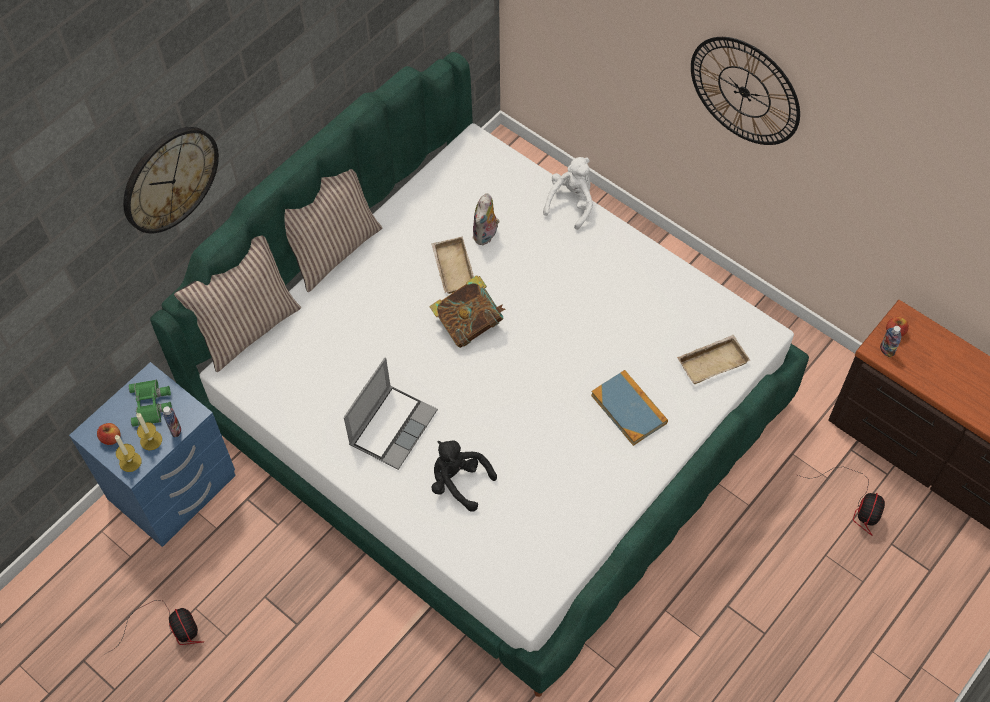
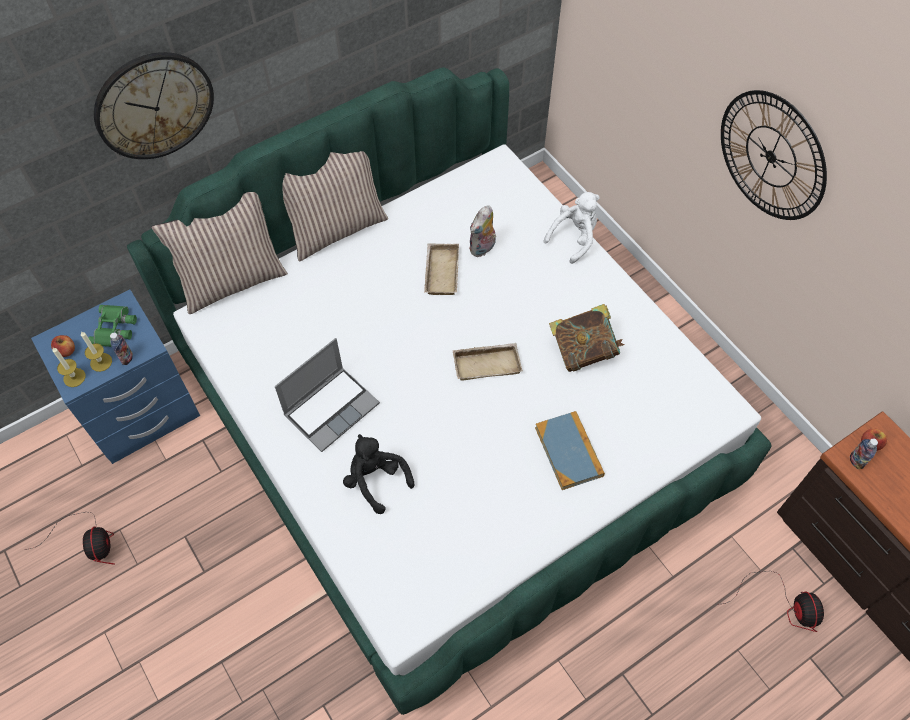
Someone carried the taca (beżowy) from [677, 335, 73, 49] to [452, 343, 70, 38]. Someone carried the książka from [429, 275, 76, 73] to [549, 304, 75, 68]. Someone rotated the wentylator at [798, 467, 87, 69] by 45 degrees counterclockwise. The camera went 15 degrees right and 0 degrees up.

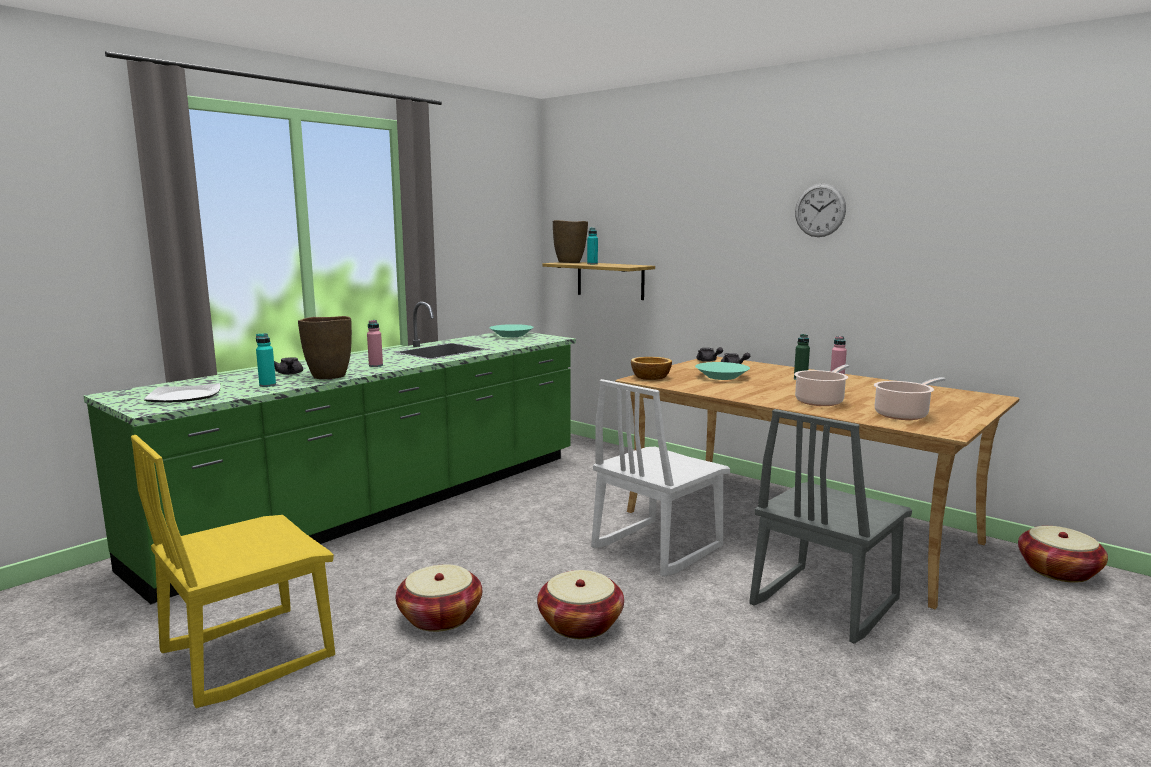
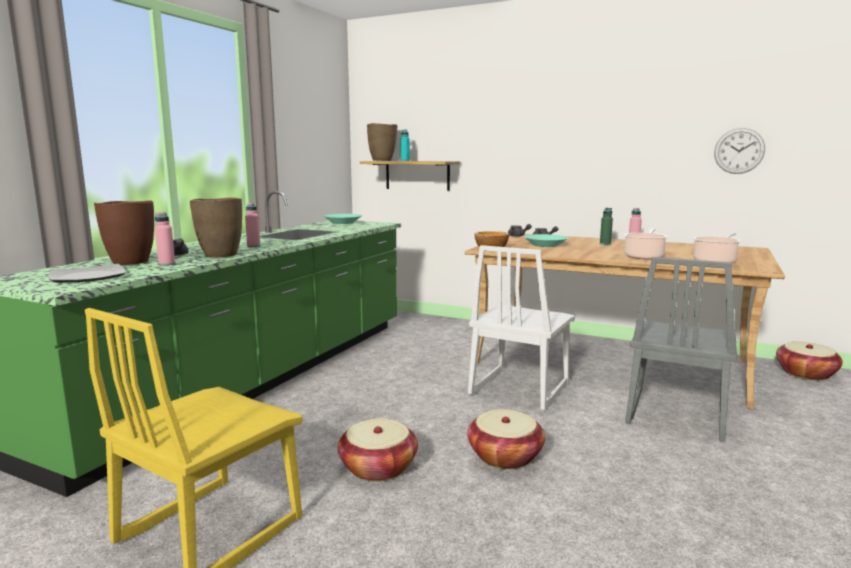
Someone put down the wazon (brązowy) at [94, 200, 60, 65]. Someone repainted the butelka (turkusowy) at [256, 333, 20, 54], which became the butelka (różowy) at [155, 212, 20, 54]. Someone carried the zegar ścienny from [795, 183, 51, 54] to [714, 128, 51, 46]. The camera went 15 degrees left and 0 degrees up.

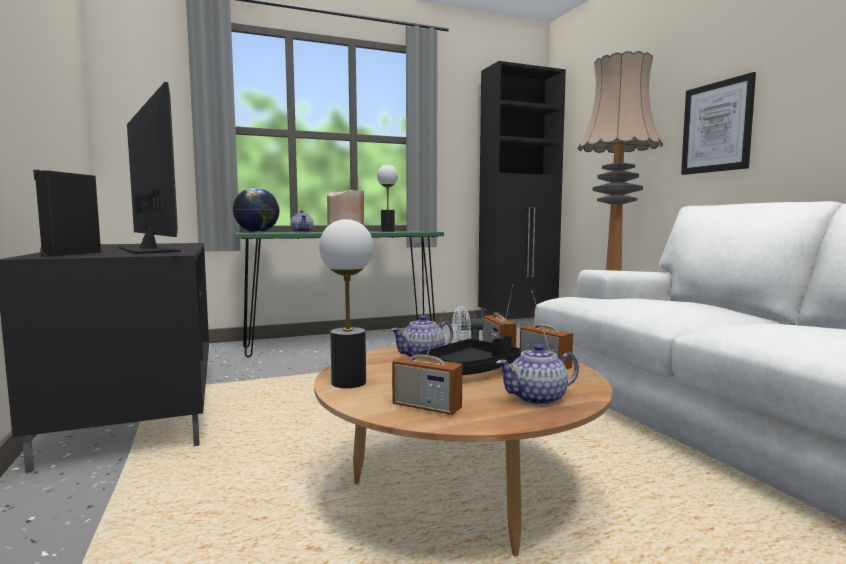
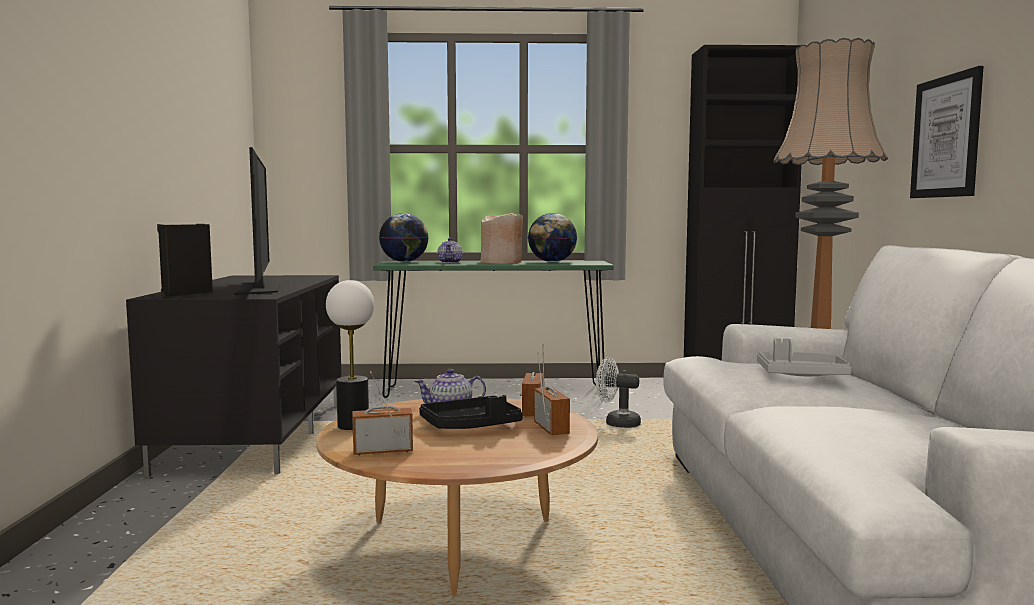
Someone rotated the radio at [392, 310, 70, 105] by 120 degrees clockwise. Someone swapped the lampa stołowa at [377, 165, 21, 67] for the globus at [528, 213, 49, 49]. Someone put down the taca (szary) at [757, 338, 95, 38]. Someone took away the imbryk at [496, 344, 83, 62]. The camera went 20 degrees right and 0 degrees up.

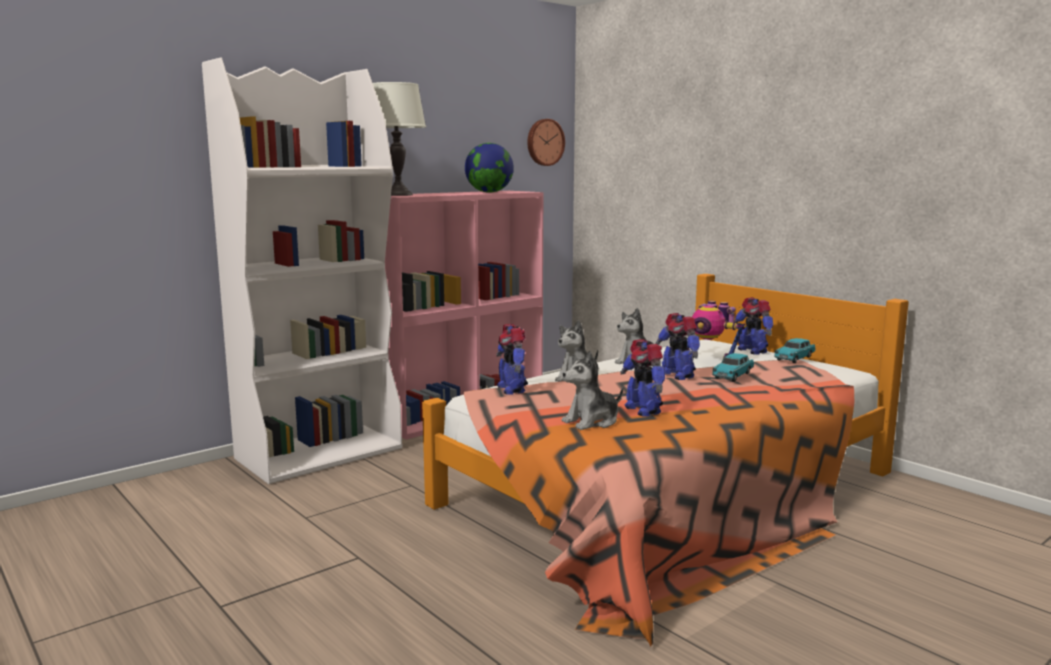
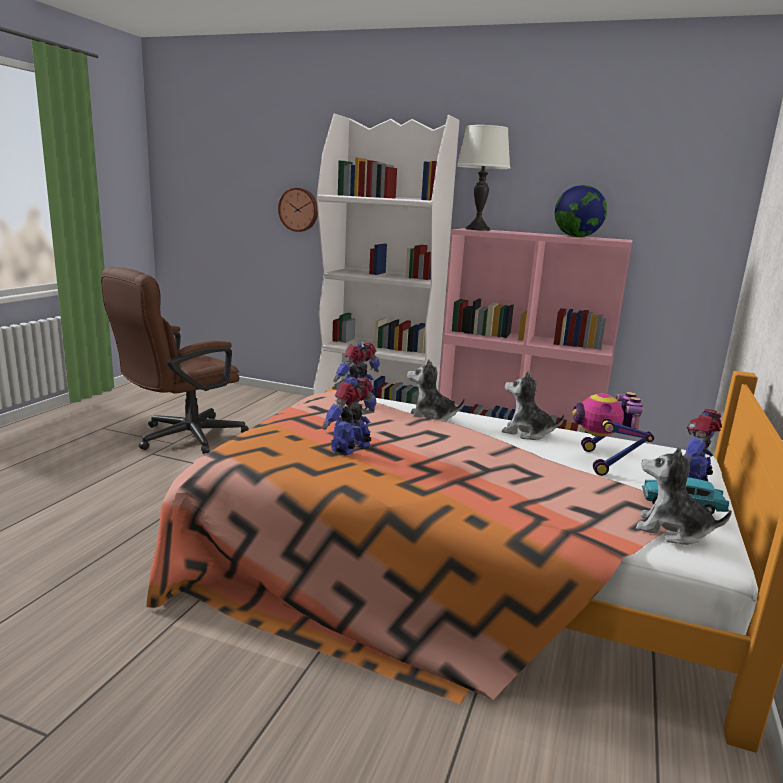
Someone put down the krzesło biurowe (brązowy) at [101, 267, 148, 187]. Someone carried the zegar ścienny from [527, 119, 38, 47] to [278, 188, 40, 44]. Someone carried the pluszak from [562, 351, 61, 79] to [636, 447, 96, 98]. Someone took away the robot zabawkowy at [656, 313, 44, 67]. Someone took away the samochodzik (turkusowy) at [712, 353, 42, 29]. The camera went 60 degrees right and 5 degrees up.

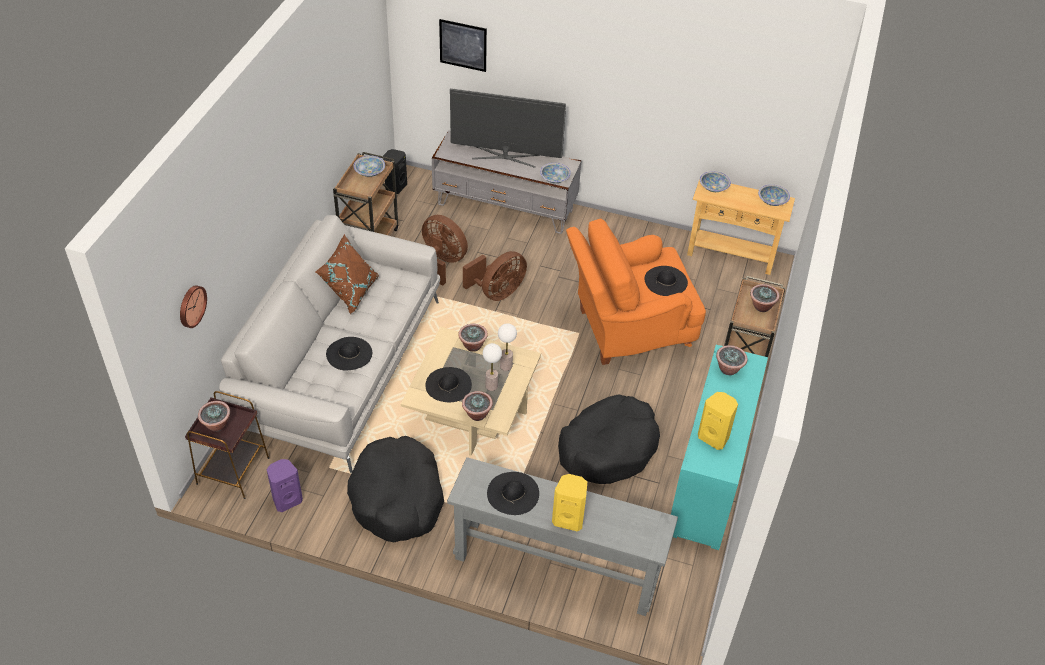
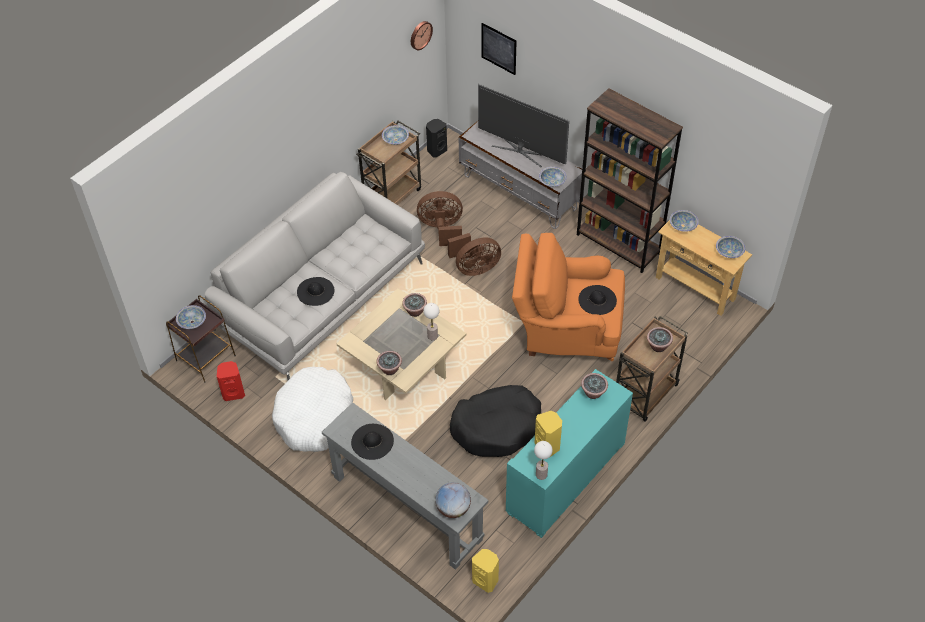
Someone swapped the roślina doniczkowa at [198, 401, 32, 31] for the miska at [176, 305, 30, 24]. Someone repainted the głośnik (fioletowy) at [266, 459, 37, 53], which became the głośnik (czerwony) at [217, 361, 28, 40]. Someone repainted the legowisko (czarny) at [347, 436, 97, 106], which became the legowisko (biały) at [272, 367, 81, 85]. Someone carried the zegar ścienny from [180, 285, 27, 43] to [411, 21, 22, 29]. Someone rotated the wentylator (brązowy) at [422, 215, 46, 70] by 60 degrees counterclockwise. Someone put down the globus at [435, 482, 36, 36]. Someone carried the głośnik (żółty) from [552, 474, 35, 58] to [472, 549, 27, 44]. Someone carried the lampa stołowa from [483, 343, 19, 48] to [534, 441, 18, 39]. Someone put down the regał (brązowy) at [577, 88, 106, 185]. Someone took away the poduszka (brązowy) at [316, 234, 63, 80]. Someone took away the kapelusz (czarny) at [426, 367, 46, 35]. The camera went 25 degrees right and 5 degrees up.

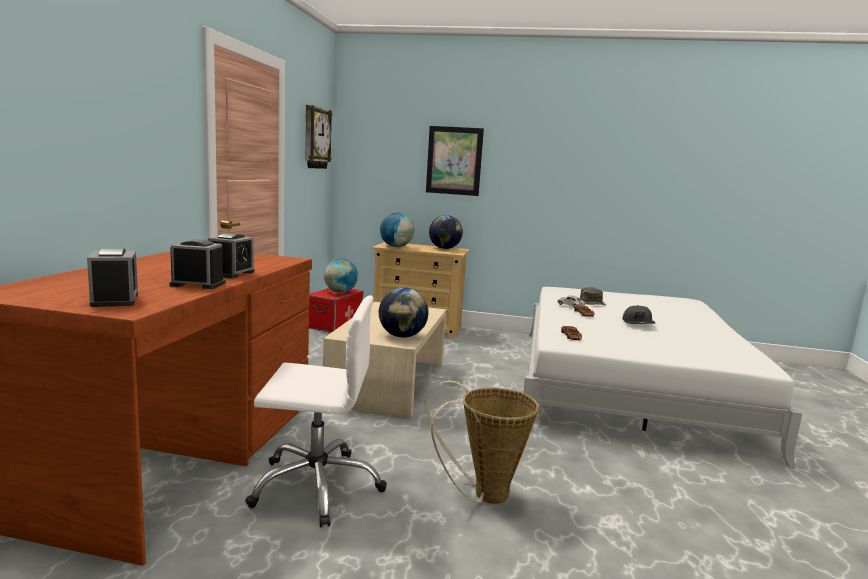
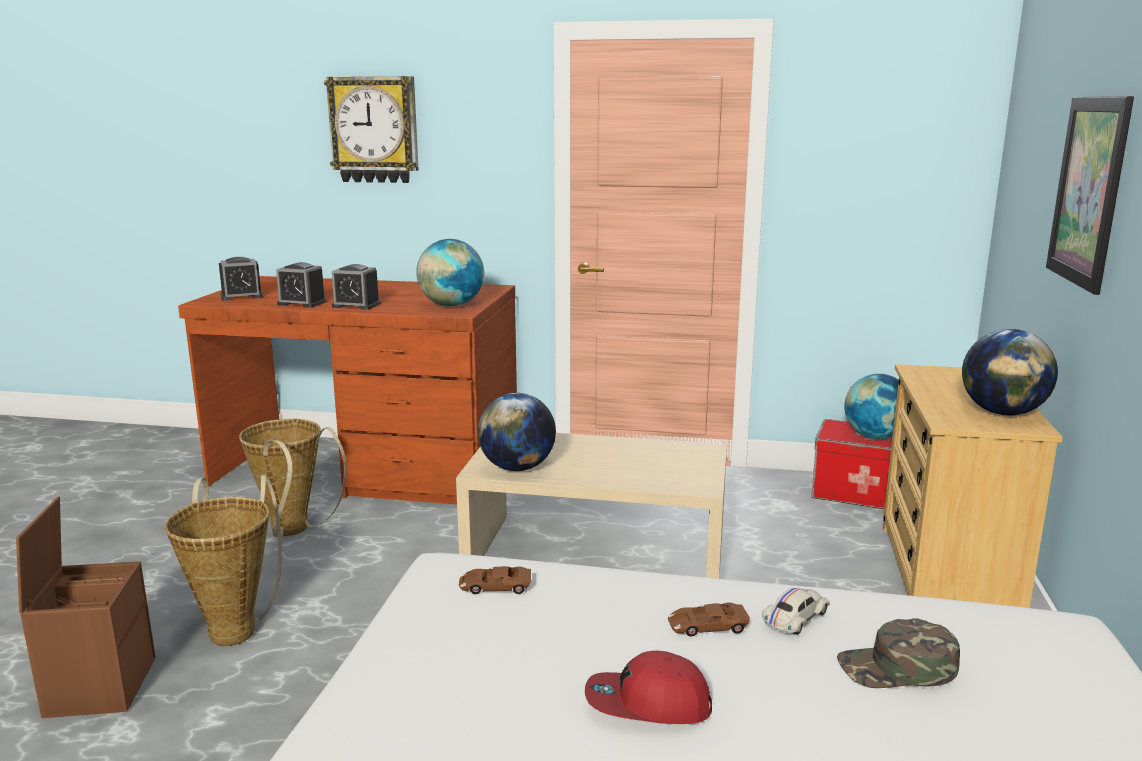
Someone put down the pojemnik do przechowywania (brązowy) at [16, 497, 140, 221]. Someone swapped the krzesło biurowe (biały) at [245, 296, 142, 231] for the koszyk at [239, 419, 108, 118]. Someone rotated the budzik at [169, 239, 57, 50] by 105 degrees clockwise. Someone carried the zegar ścienny from [305, 105, 28, 64] to [324, 76, 95, 107]. Someone carried the globus from [380, 213, 34, 34] to [416, 239, 68, 68]. Someone repainted the czapka z daszkiem (szary) at [622, 305, 33, 19], which became the czapka z daszkiem (czerwony) at [585, 651, 127, 73]. The camera went 90 degrees right and 5 degrees up.

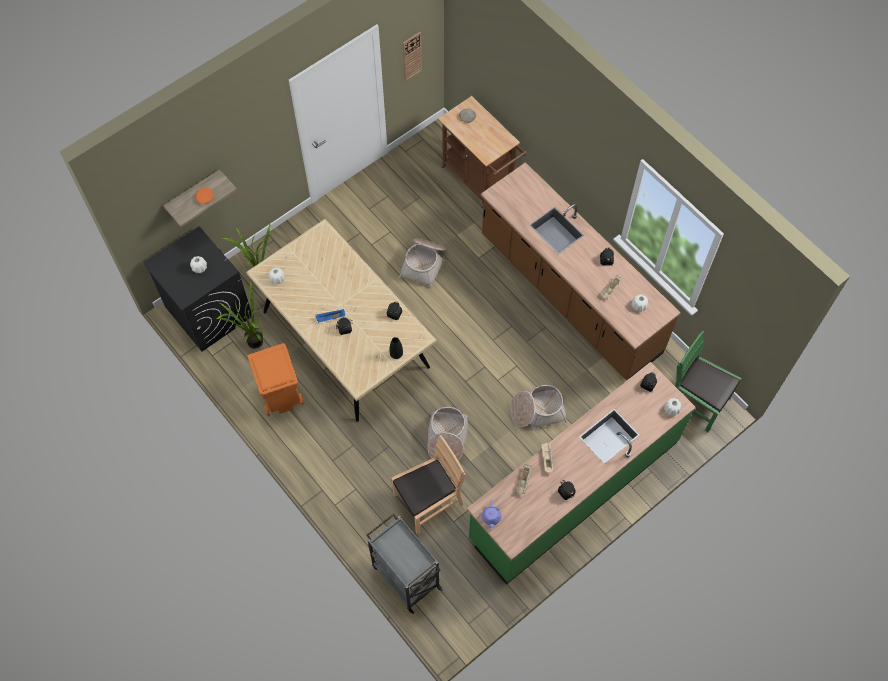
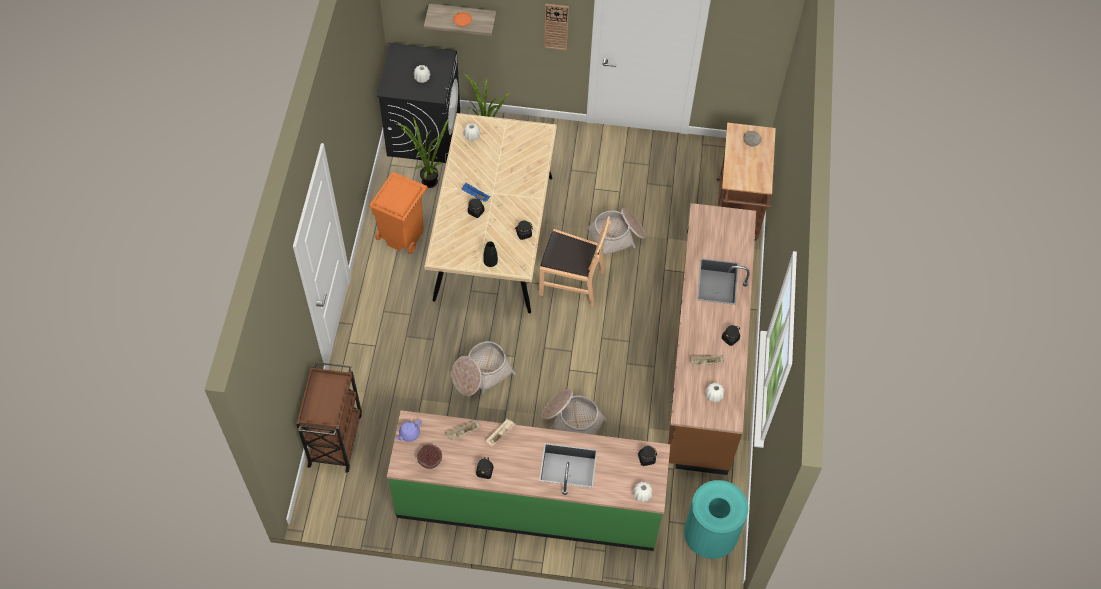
Someone repainted the wózek (szary) at [366, 514, 77, 100], which became the wózek (brązowy) at [296, 362, 66, 111]. Someone put down the miska at [417, 444, 25, 25]. Someone carried the krzesło (brązowy) from [391, 435, 75, 99] to [539, 216, 72, 91]. Someone carried the zegar ścienny from [403, 32, 19, 49] to [544, 4, 25, 46]. Someone swapped the krzesło (zielony) at [675, 331, 66, 101] for the kosz na śmieci (turkusowy) at [684, 480, 64, 79]. The camera went 45 degrees right and 5 degrees down.

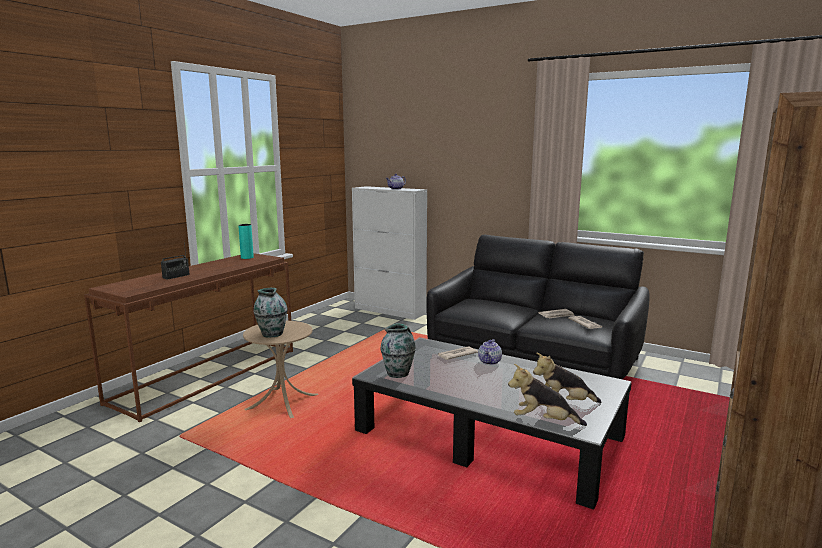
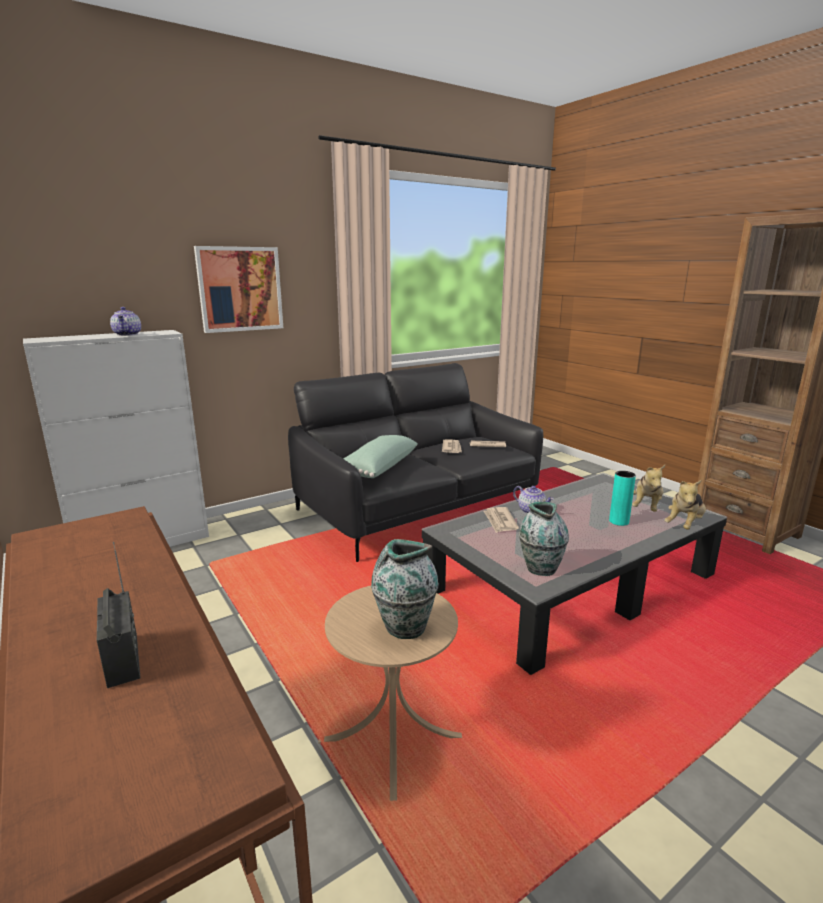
Someone put up the obraz at [194, 246, 89, 87]. Someone put down the poduszka (zielony) at [344, 435, 74, 43]. Someone carried the wazon (turkusowy) from [238, 224, 16, 35] to [609, 471, 27, 55]. The camera went 65 degrees left and 5 degrees up.

